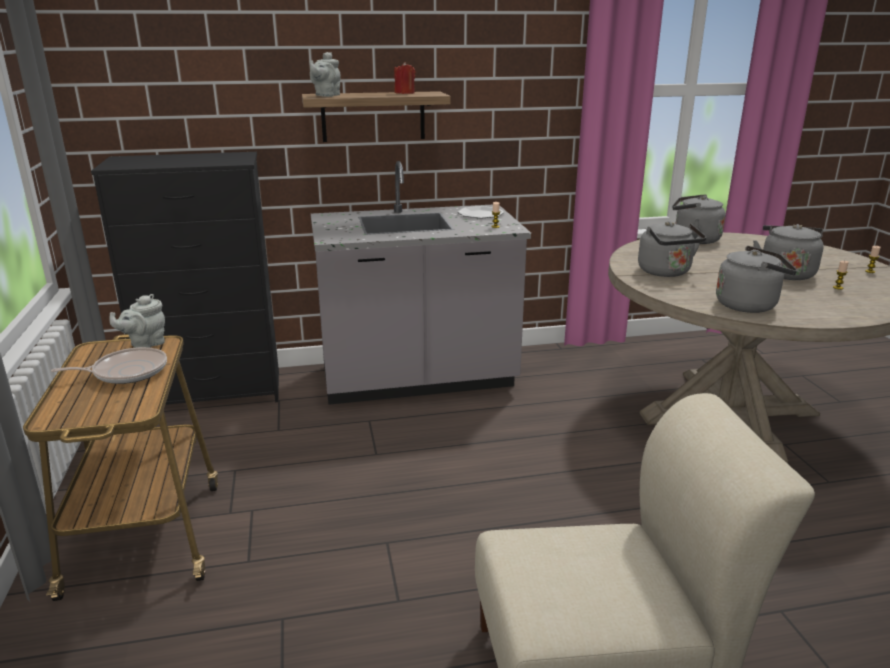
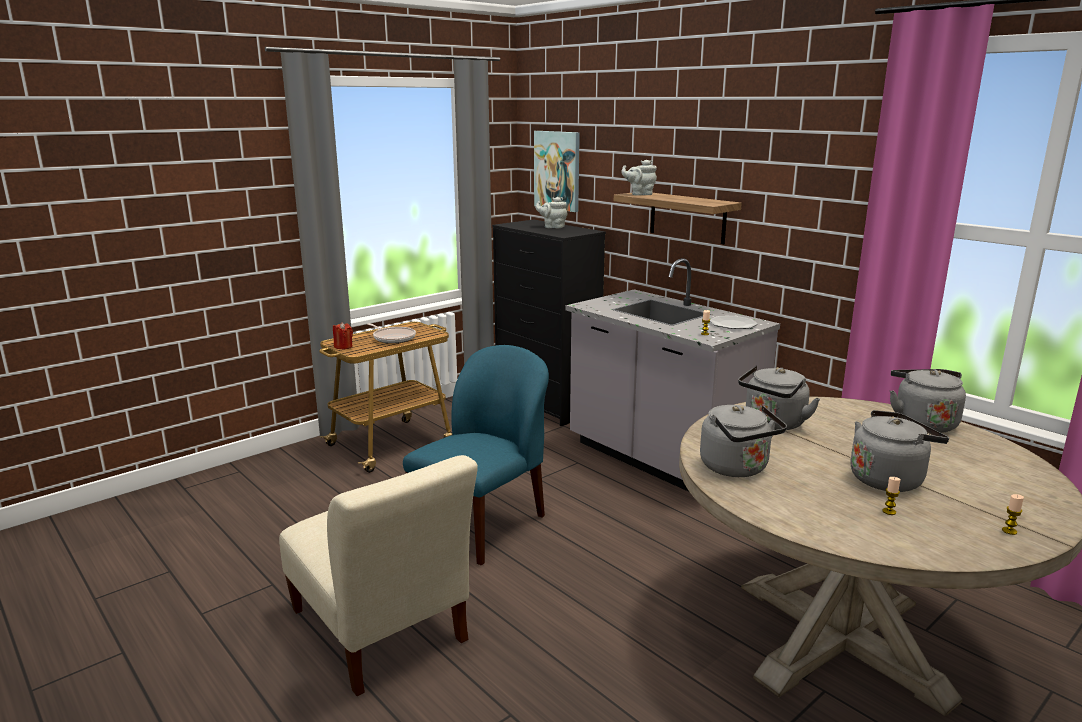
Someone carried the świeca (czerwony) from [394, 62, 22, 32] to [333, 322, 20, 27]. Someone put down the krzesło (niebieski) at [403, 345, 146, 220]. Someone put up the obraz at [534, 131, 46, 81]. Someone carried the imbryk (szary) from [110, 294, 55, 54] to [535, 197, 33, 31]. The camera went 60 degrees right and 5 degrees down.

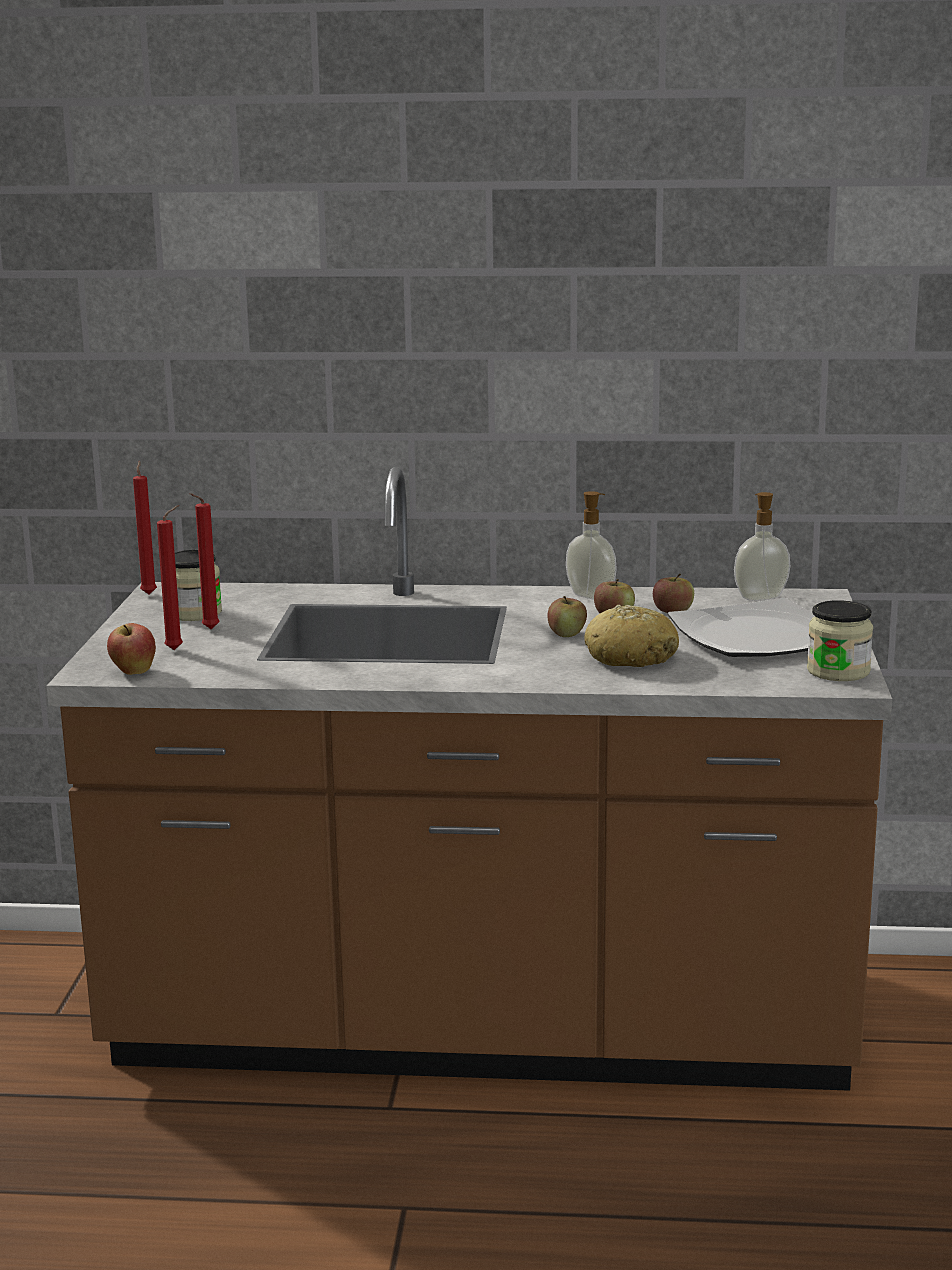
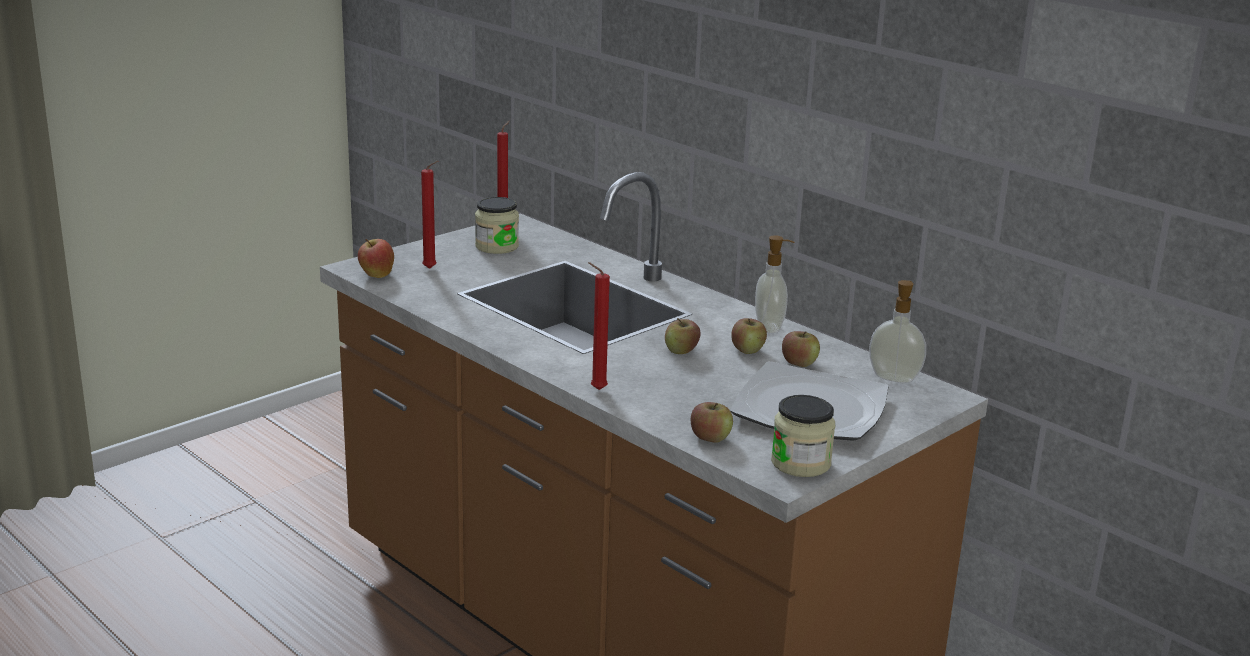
Someone carried the świeca (czerwony) from [189, 493, 31, 136] to [588, 262, 22, 128]. Someone put down the jabłko at [691, 402, 42, 41]. Someone took away the chleb at [584, 605, 95, 62]. The camera went 40 degrees right and 5 degrees up.

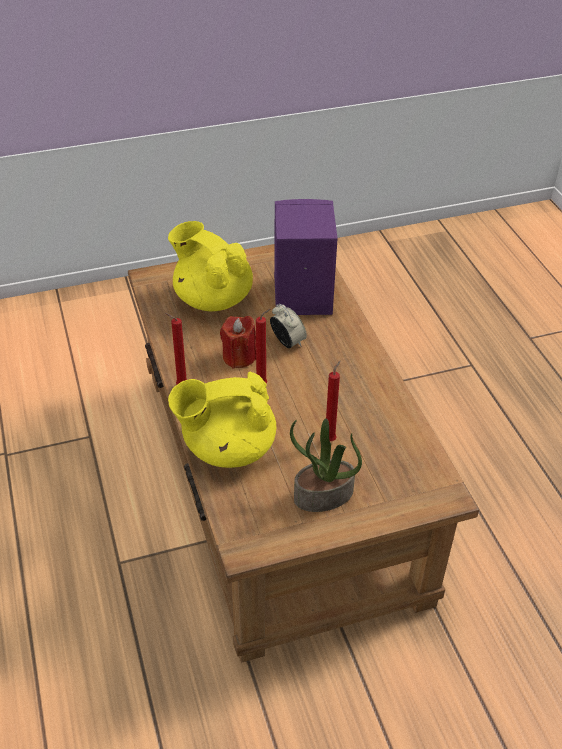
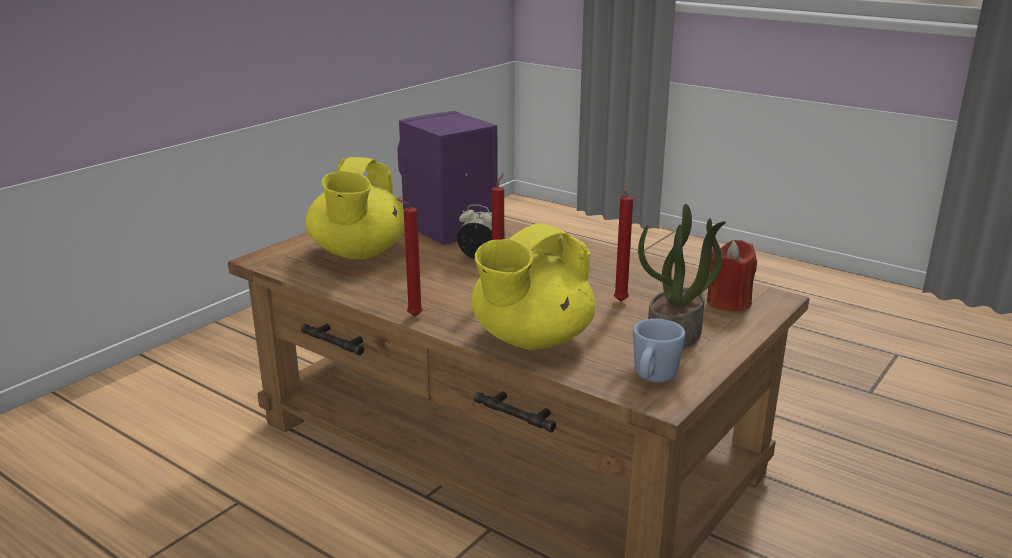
Someone rotated the imbryk (żółty) at [168, 221, 85, 90] by 90 degrees counterclockwise. Someone put down the kubek (niebieski) at [633, 319, 52, 63]. Someone carried the świeca (czerwony) from [220, 316, 36, 52] to [707, 240, 50, 71]. The camera went 35 degrees left and 20 degrees down.

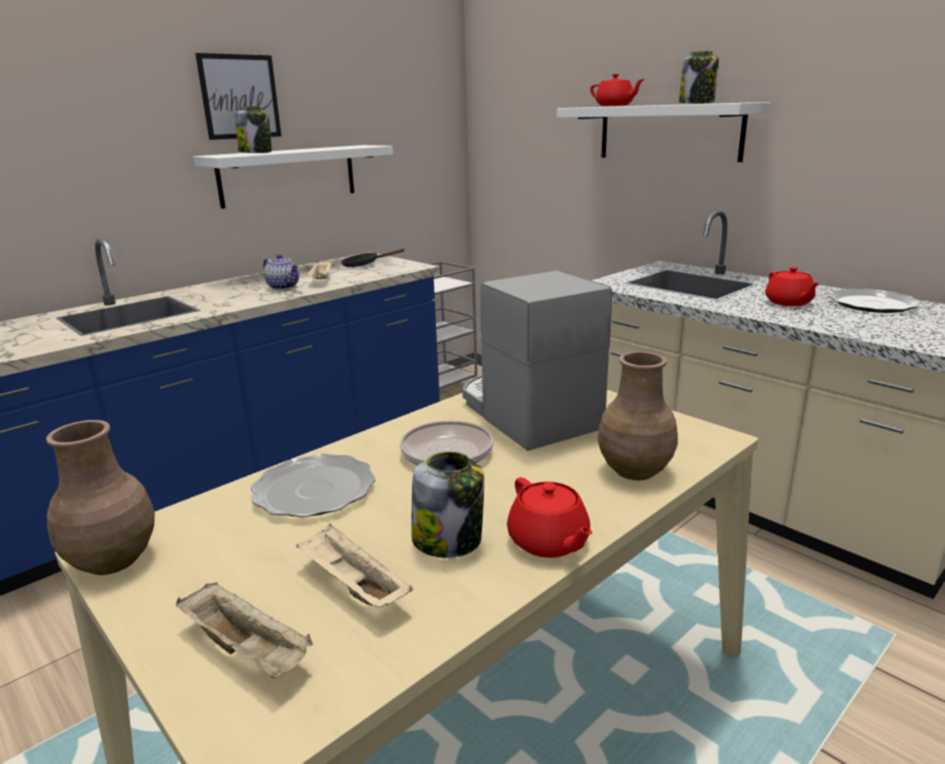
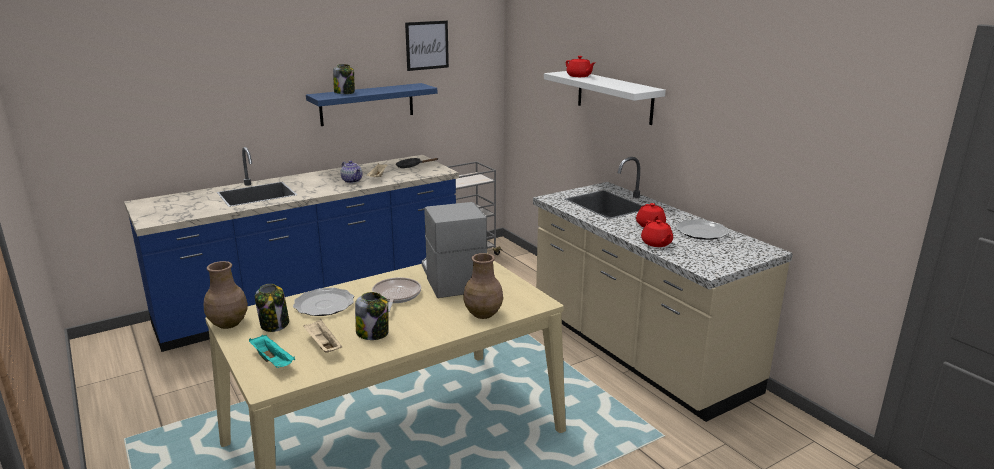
Someone repainted the taca (beżowy) at [176, 582, 137, 96], which became the taca (turkusowy) at [249, 335, 46, 33]. Someone carried the słoik from [679, 51, 40, 53] to [255, 284, 34, 48]. Someone repainted the półka (biały) at [193, 145, 200, 64], which became the półka (niebieski) at [306, 83, 131, 43]. Someone carried the obraz from [195, 53, 86, 87] to [405, 21, 44, 50]. Someone carried the imbryk (czerwony) from [507, 477, 85, 81] to [641, 220, 32, 27]. The camera went 10 degrees right and 0 degrees up.

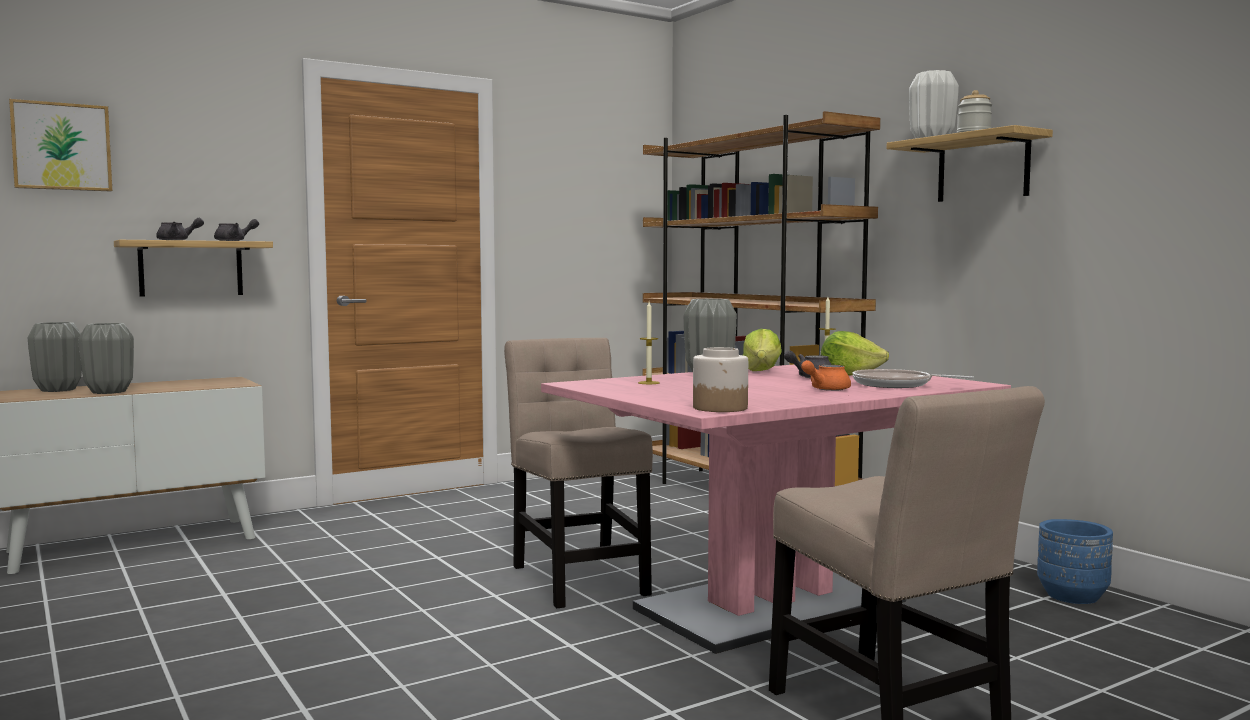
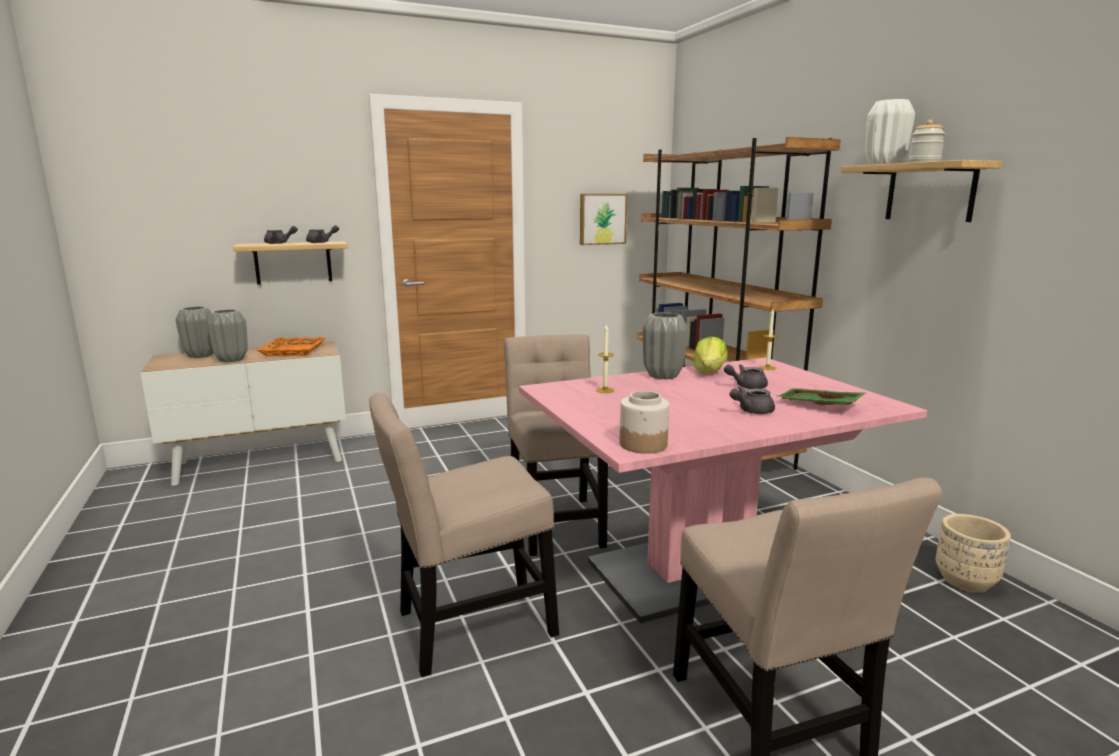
Someone put down the taca (pomarańczowy) at [257, 337, 68, 19]. Someone put down the krzesło (beżowy) at [369, 392, 190, 285]. Someone carried the obraz from [9, 99, 103, 92] to [580, 194, 47, 51]. Someone repainted the imbryk (pomarańczowy) at [801, 360, 50, 31], which became the imbryk (szary) at [730, 386, 45, 28]. Someone swapped the patelnia at [852, 369, 122, 19] for the taca (zielony) at [778, 388, 88, 17]. Someone repainted the donica (niebieski) at [1037, 519, 76, 85], which became the donica (beżowy) at [935, 514, 76, 79]. Someone took away the sałata at [821, 331, 68, 45]. The camera went 10 degrees right and 10 degrees up.

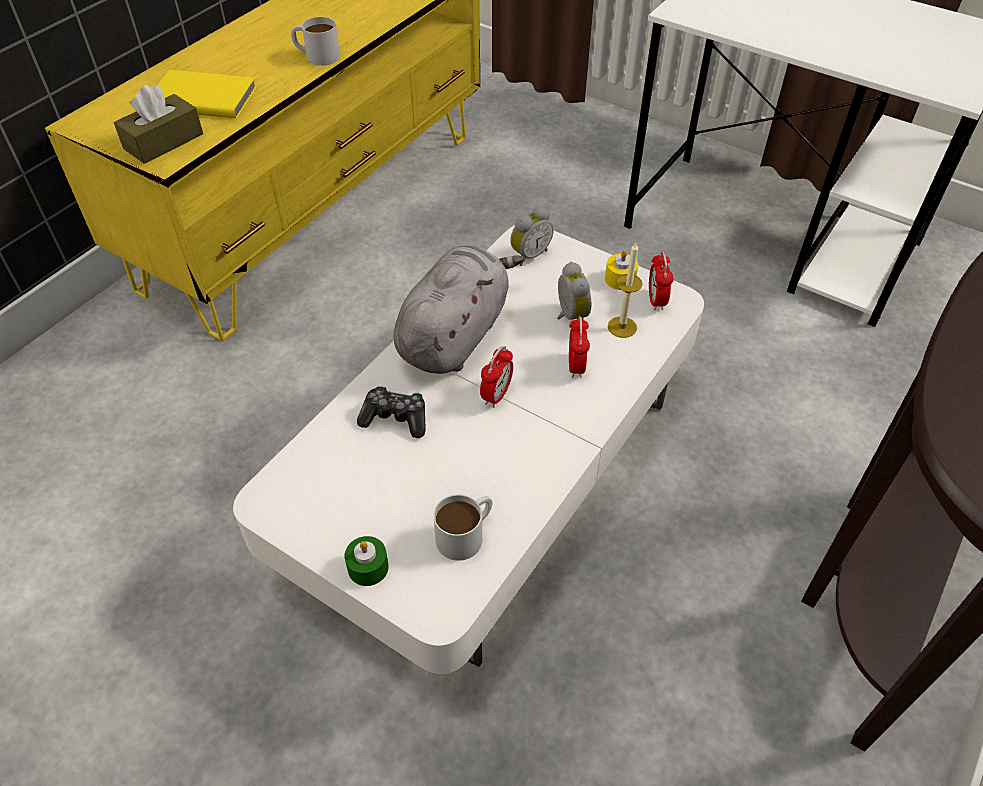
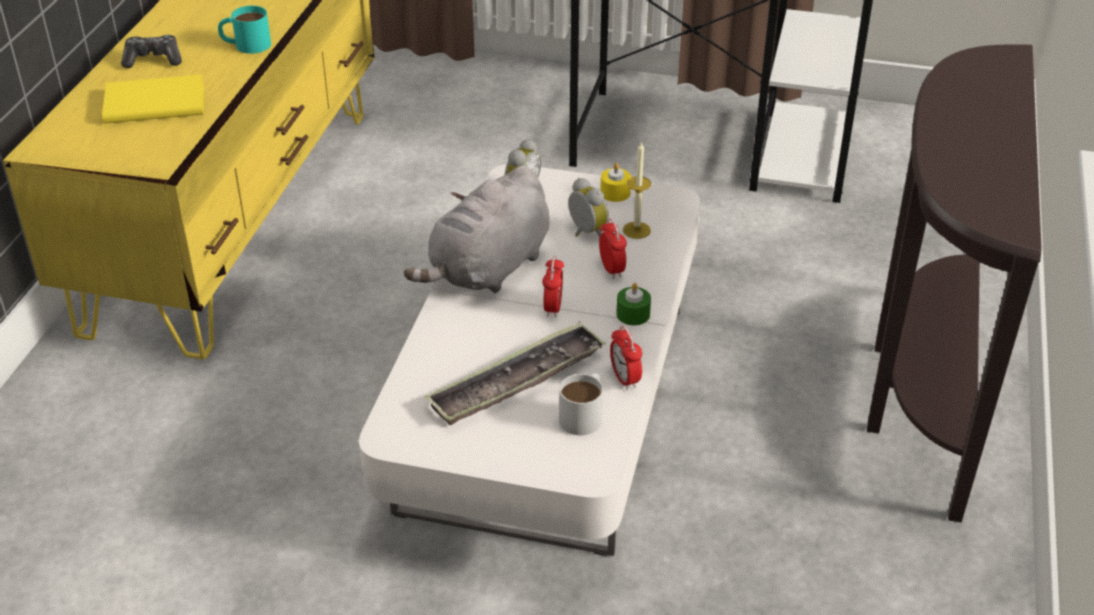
Someone carried the pad do gier from [357, 386, 69, 52] to [121, 35, 61, 33]. Someone repainted the kubek (biały) at [291, 17, 49, 49], which became the kubek (turkusowy) at [218, 6, 53, 48]. Someone rotated the pluszak (szary) at [394, 245, 129, 129] by 150 degrees counterclockwise. Someone put down the taca at [424, 321, 182, 104]. Someone carried the budzik from [649, 252, 25, 58] to [610, 326, 32, 64]. Someone carried the świeca (zielony) from [345, 536, 44, 50] to [616, 283, 35, 43]. Someone took away the pudełko chusteczek (brązowy) at [114, 85, 89, 79]. The camera went 20 degrees left and 10 degrees down.

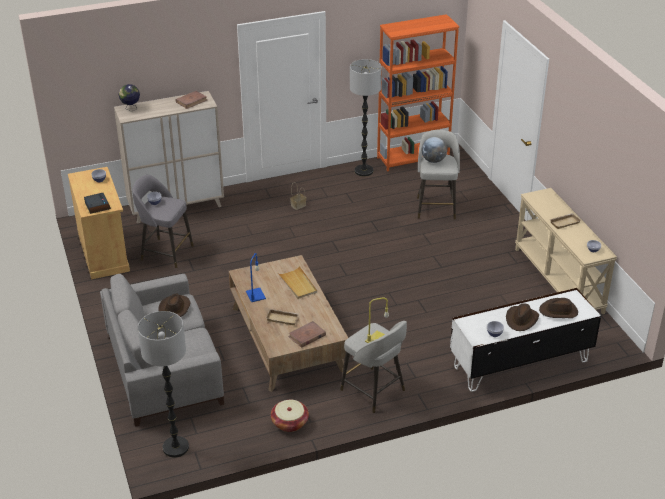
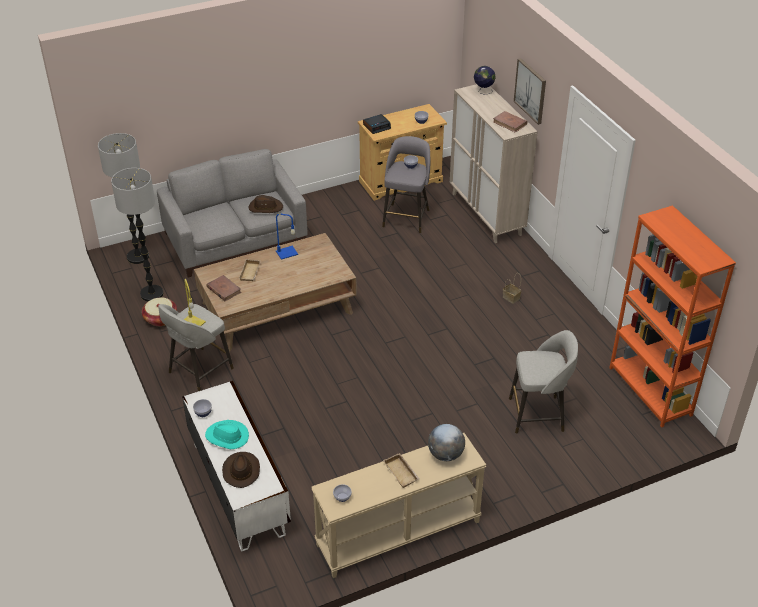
Someone carried the lampa stojąca from [350, 59, 32, 118] to [111, 168, 53, 133]. Someone repainted the kapelusz (brązowy) at [506, 303, 33, 28], which became the kapelusz (turkusowy) at [205, 420, 44, 29]. Someone carried the globus from [422, 137, 25, 26] to [428, 424, 37, 37]. Someone put up the obraz at [514, 58, 32, 67]. Someone took away the taca (beżowy) at [279, 266, 38, 33]. The camera went 85 degrees right and 5 degrees up.

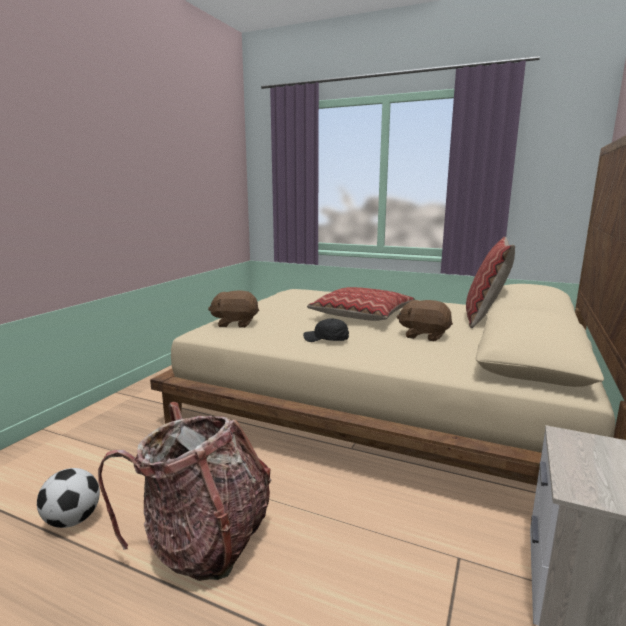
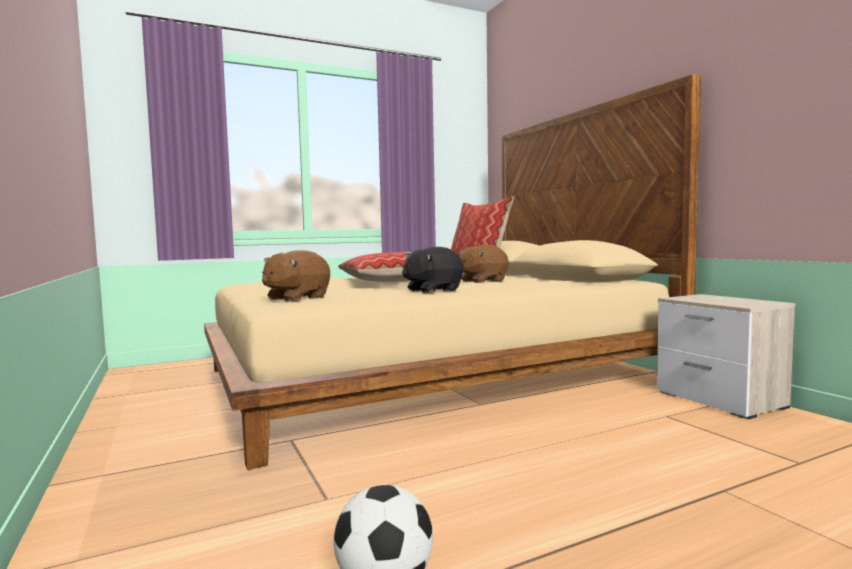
Someone swapped the czapka z daszkiem (czarny) at [303, 318, 46, 24] for the pluszak (czarny) at [402, 247, 61, 46]. Someone took away the plecak at [98, 402, 173, 179]. The camera went 50 degrees left and 10 degrees down.

